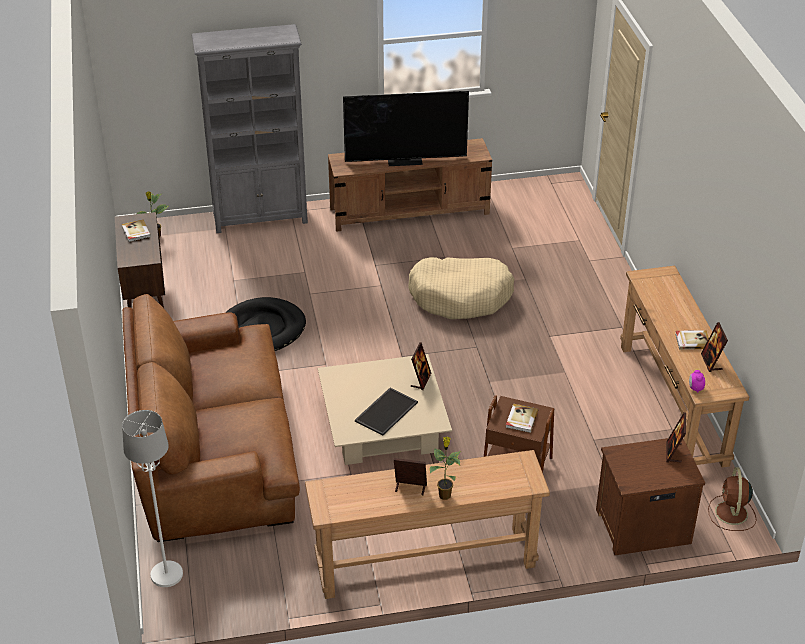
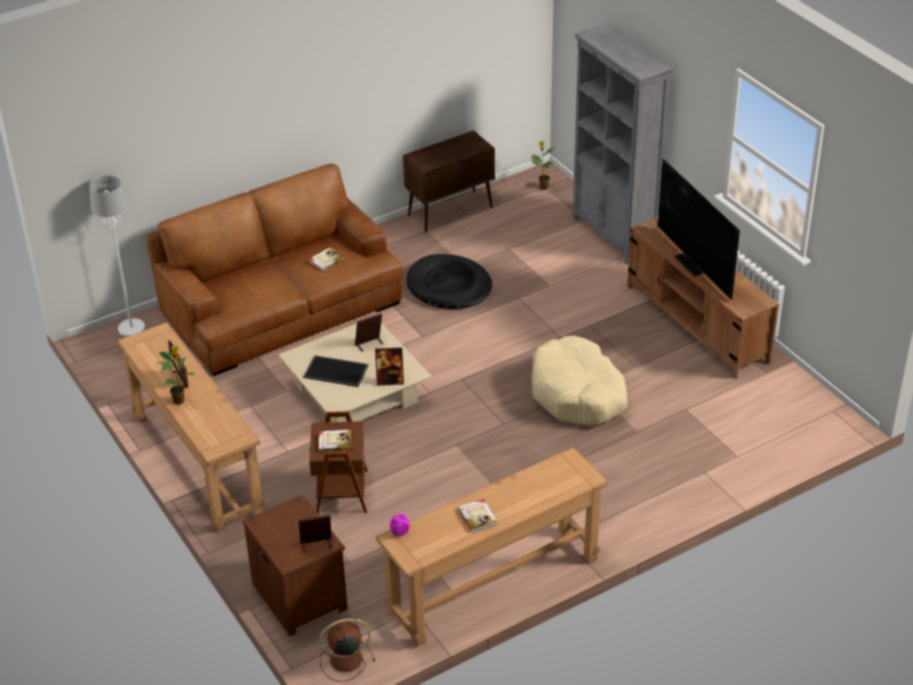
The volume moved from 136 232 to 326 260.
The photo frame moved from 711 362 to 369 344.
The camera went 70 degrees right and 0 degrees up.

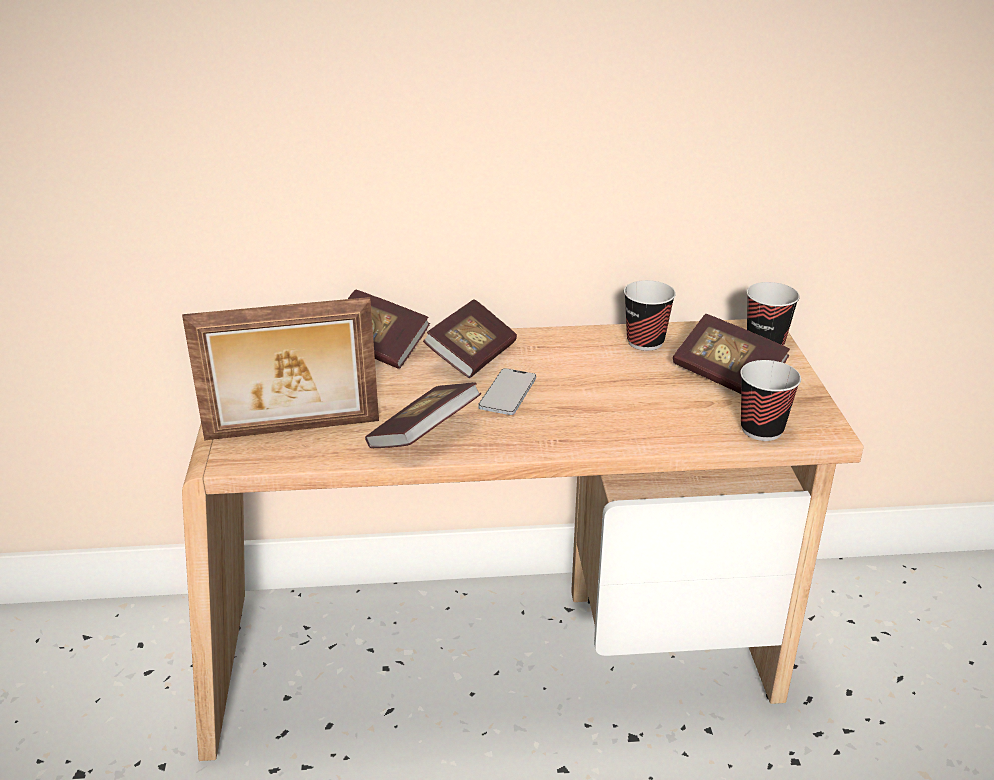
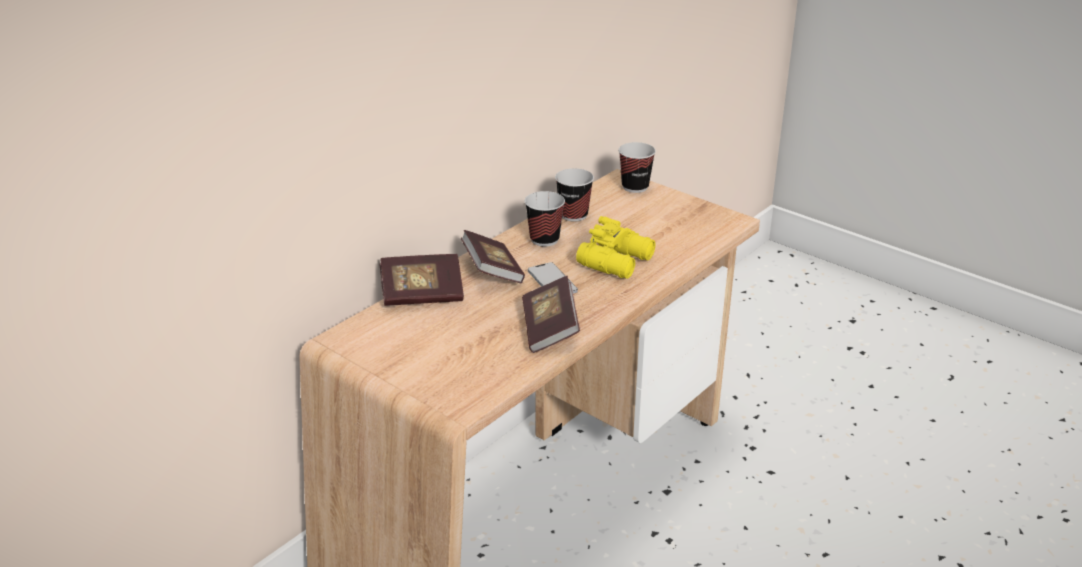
The drinking cup moved from 761 429 to 544 239.
The binoculars (yellow-coloured) at 618 261 appeared.
The photo frame at 293 431 disappeared.
The volume at 727 375 disappeared.
The camera went 45 degrees left and 0 degrees up.

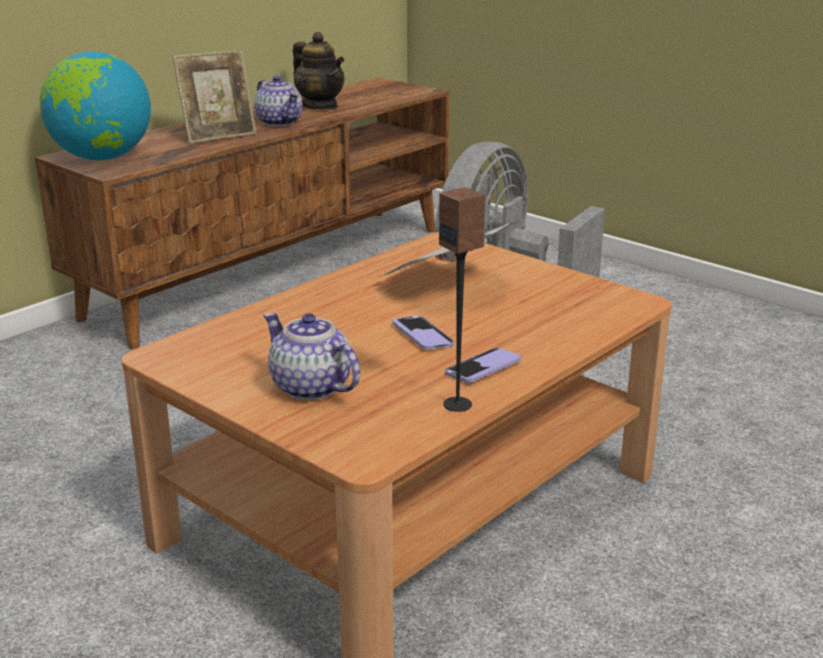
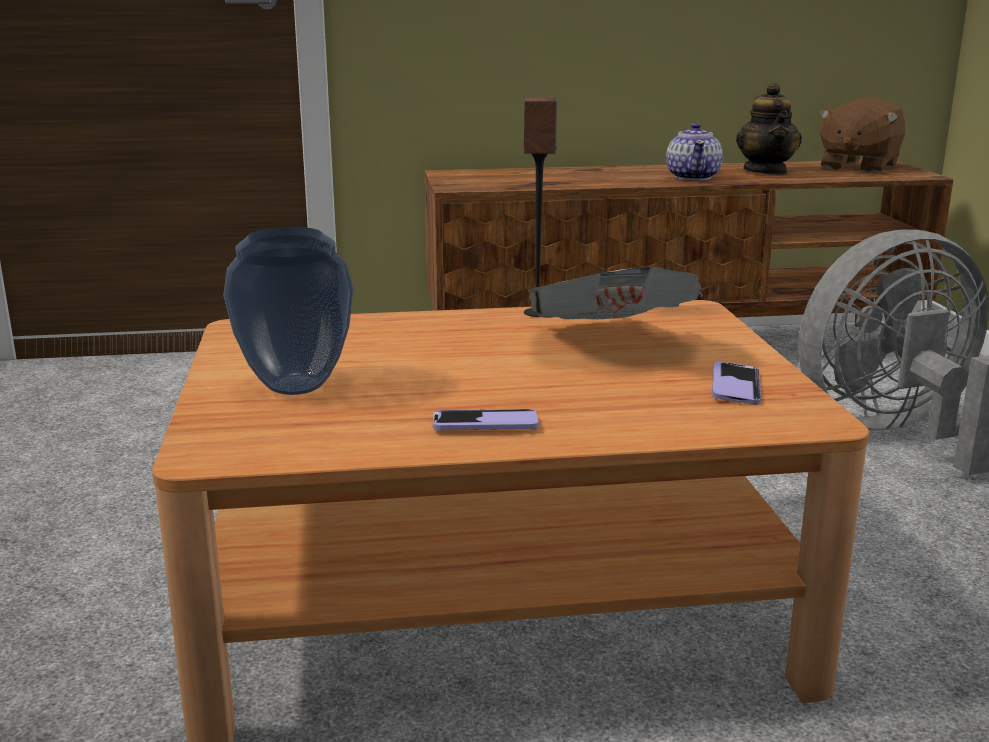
The pot for tea at 311 388 was replaced by the vase at 294 387.
The audio speaker moved from 458 404 to 537 313.
The telephone moved from 422 335 to 735 386.
The plush toy (brownish) at 857 167 appeared.
The globe at 102 158 disappeared.
The photo frame at 218 136 disappeared.
The camera went 40 degrees right and 5 degrees down.

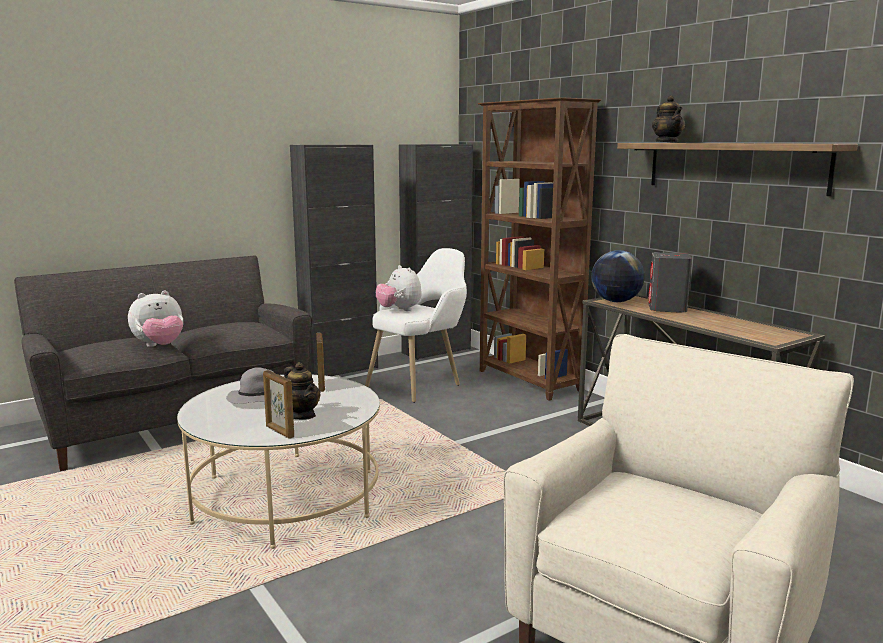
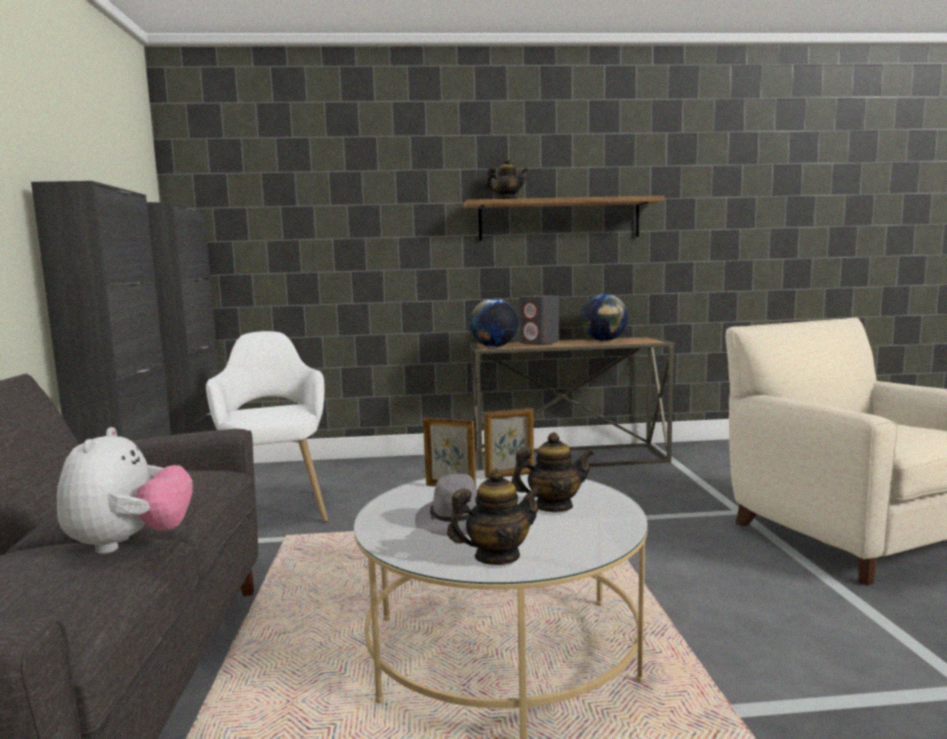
The pot for tea at 496 557 appeared.
The photo frame moved from 279 432 to 509 475.
The globe at 604 341 appeared.
The plush toy at 399 310 disappeared.
The bookshelf (brownish) at 528 381 disappeared.
The camera went 60 degrees left and 5 degrees down.

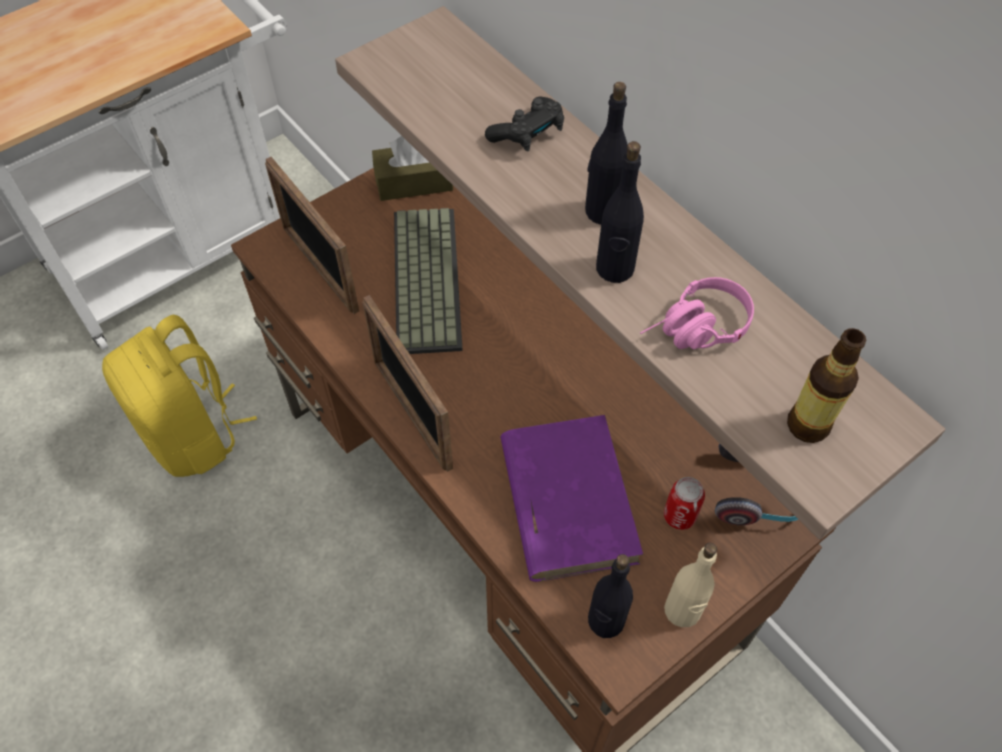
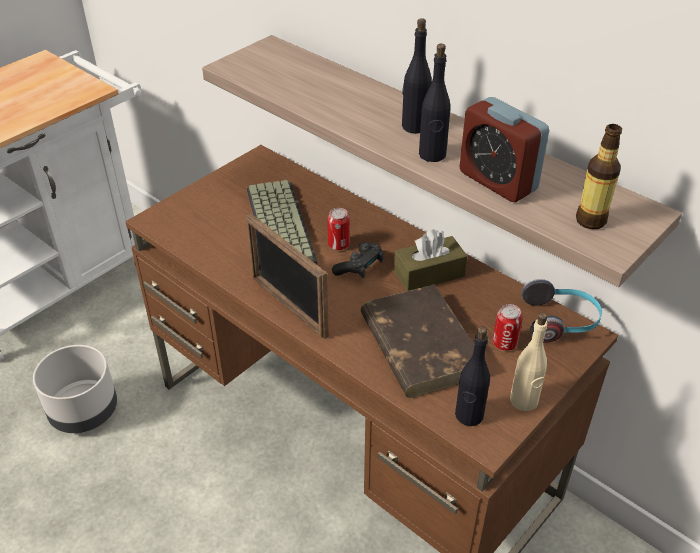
The backpack (yellow-coloured) at 193 434 was replaced by the plant pot (grey) at 85 412.
The can at 338 244 appeared.
The gamepad (blackish) moved from 528 134 to 360 267.
The volume (purplish) at 567 499 became the volume (brownish) at 419 344.
The tissue box (brownish) moved from 414 182 to 429 274.
The headphones (pinkish) at 694 331 was replaced by the table clock at 497 181.
The photo frame at 320 268 disappeared.
The camera went 10 degrees left and 15 degrees down.

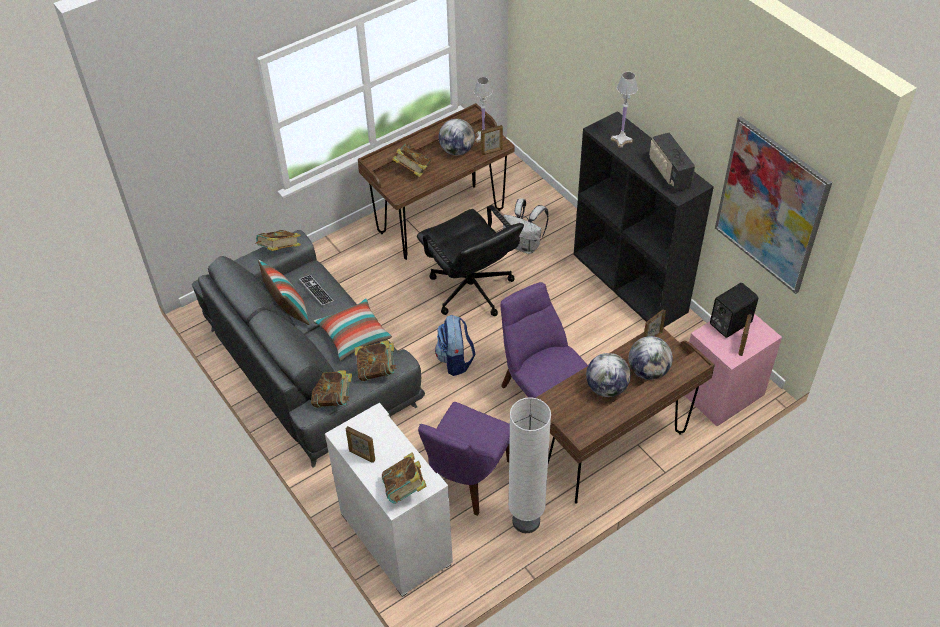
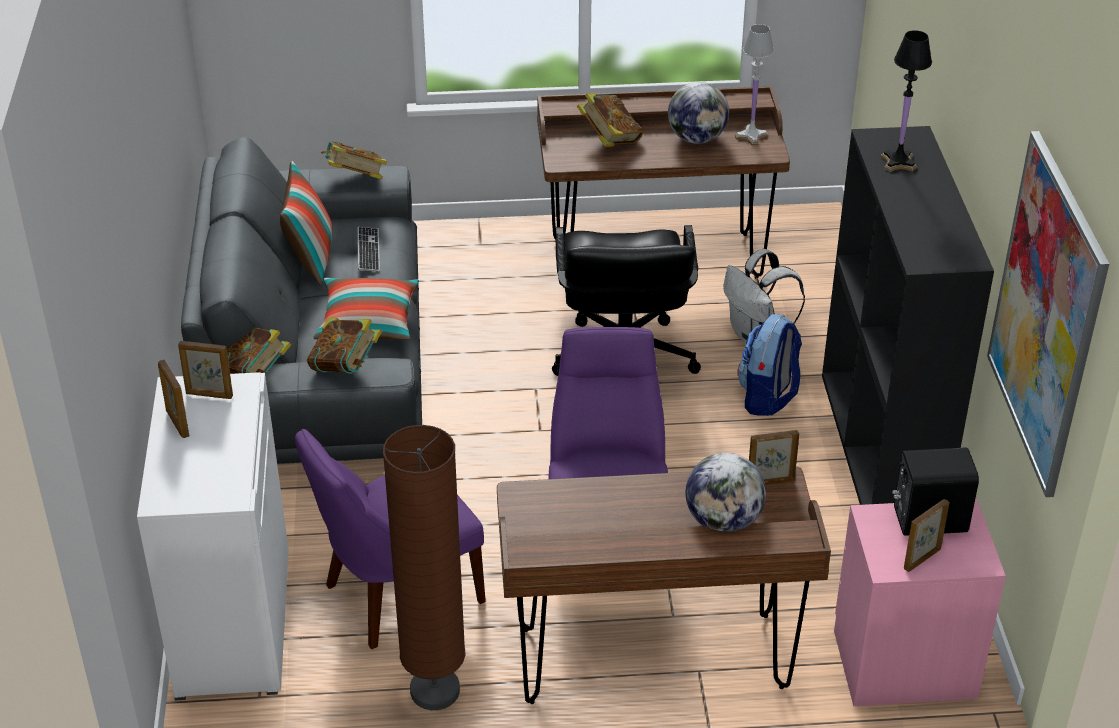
The photo frame moved from 492 151 to 209 395.
The floor lamp (white-coloured) at 526 521 became the floor lamp (brownish) at 434 691.
The backpack moved from 455 360 to 768 397.
The tabletop lamp (white-coloured) at 621 140 became the tabletop lamp (blackish) at 898 162.
The volume at 405 489 disappeared.
The globe at 606 388 disappeared.
The radio set at 669 174 disappeared.
The camera went 30 degrees right and 10 degrees down.

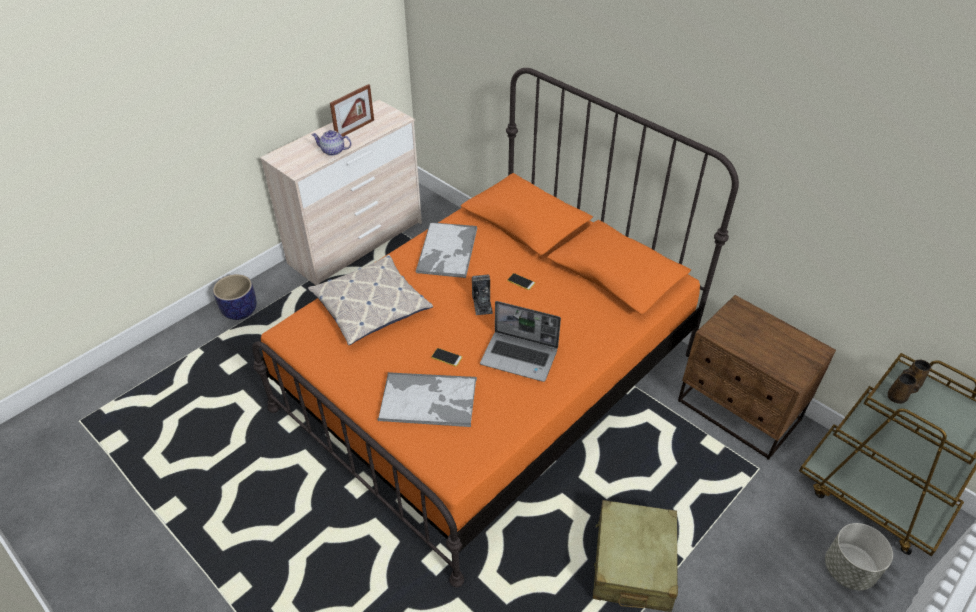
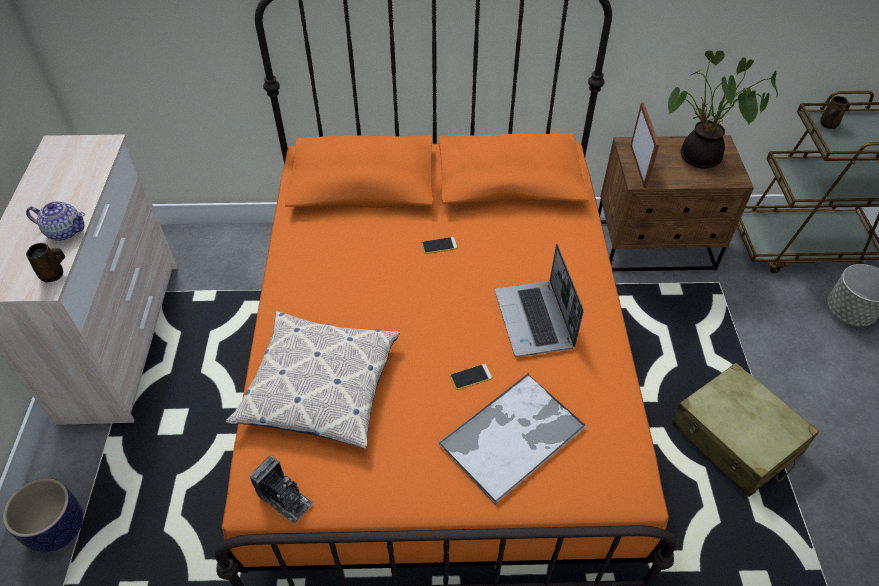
The pot for tea at 333 151 turned 135 degrees counterclockwise.
The mug (brownish) moved from 897 397 to 54 274.
The still camera moved from 482 303 to 285 498.
The notebook computer at 520 357 turned 105 degrees clockwise.
The photo frame moved from 355 129 to 638 166.
The houseplant at 697 159 appeared.
The serving tray at 447 251 disappeared.
The camera went 45 degrees left and 5 degrees up.

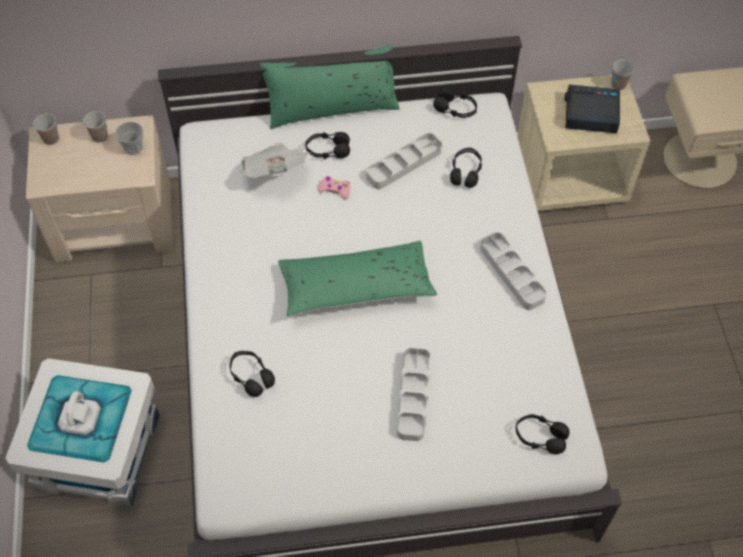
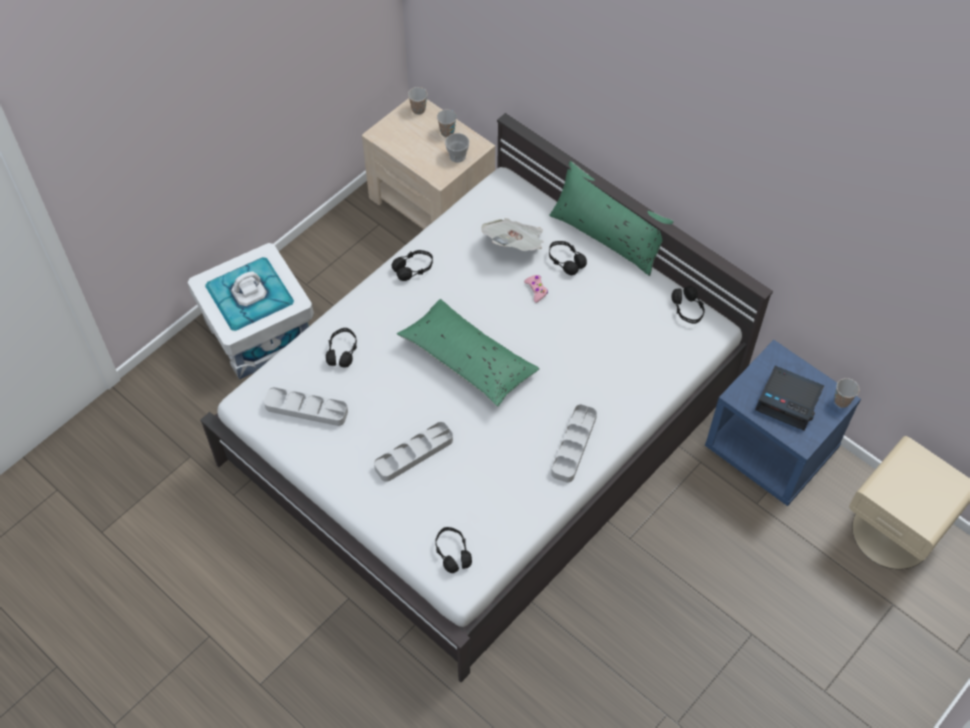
The serving tray (grey) moved from 403 164 to 306 409.
The headphones (blackish) moved from 465 172 to 413 269.
The night table (beige) at 571 176 became the night table (blue) at 771 450.
The table clock at 590 114 turned 150 degrees clockwise.
The camera went 50 degrees right and 0 degrees up.

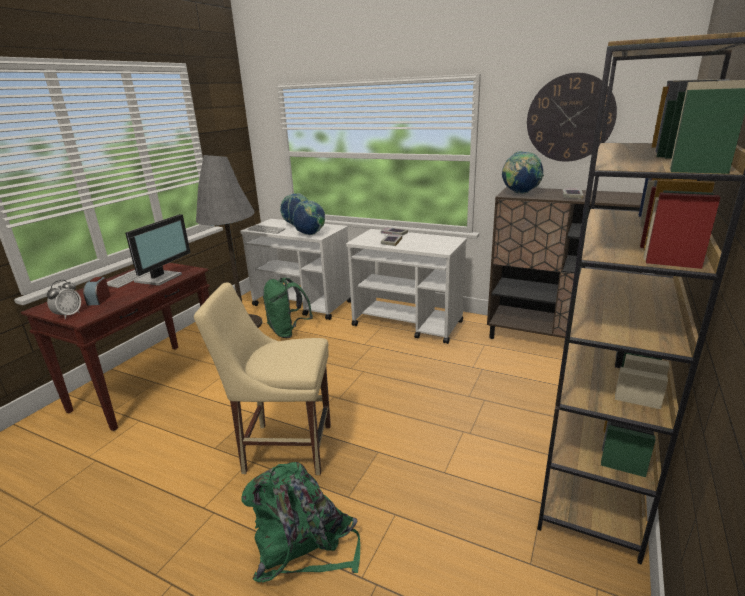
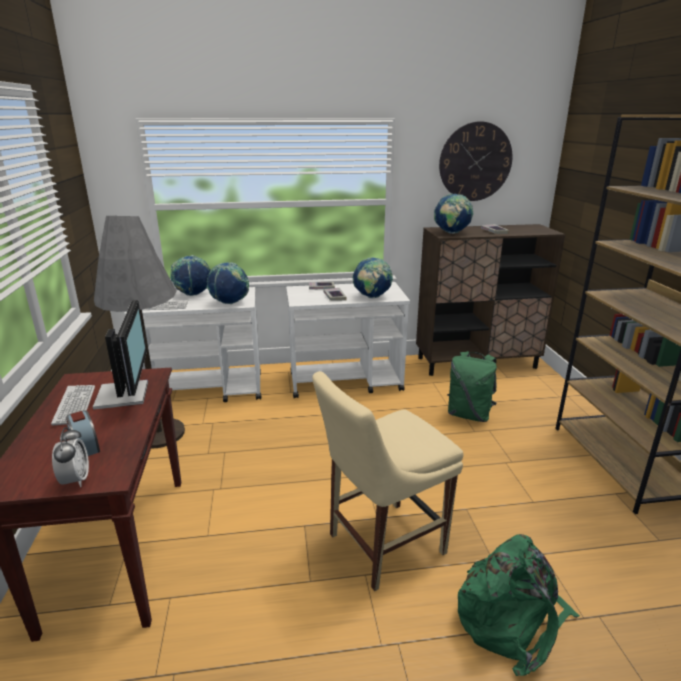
The globe at 371 297 appeared.
The backpack (green-coloured) moved from 288 332 to 469 414.
The camera went 35 degrees left and 0 degrees up.

